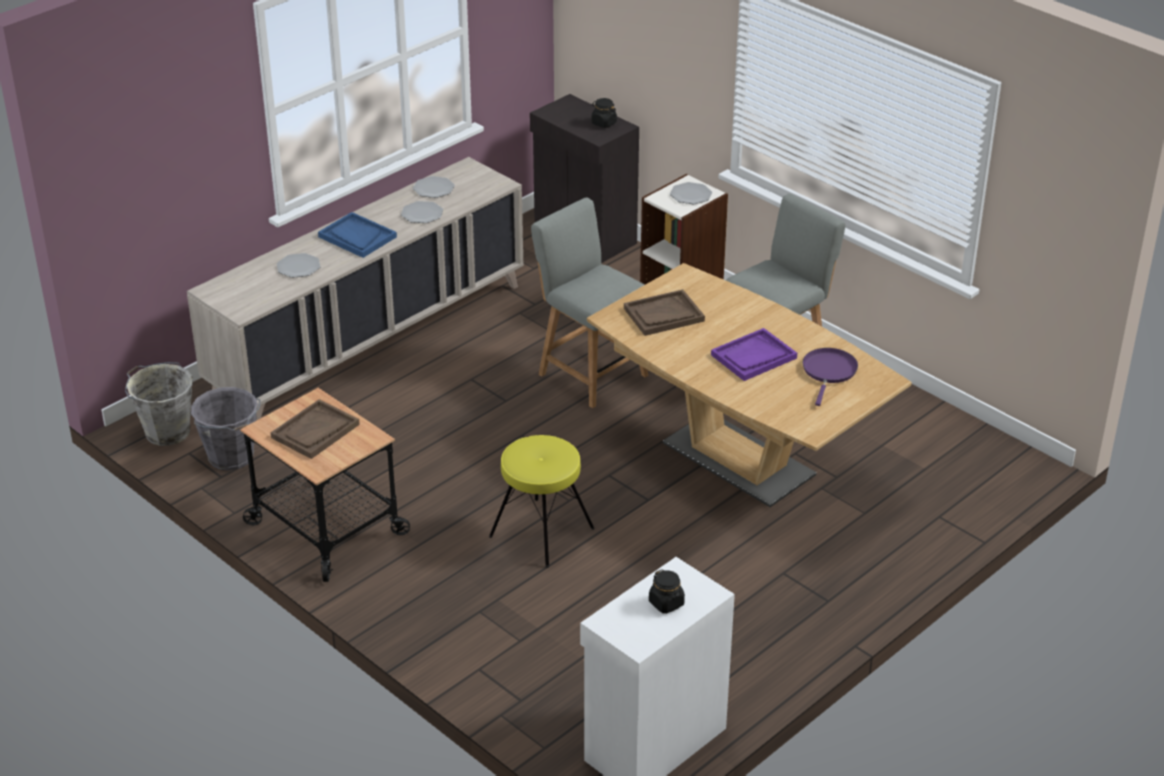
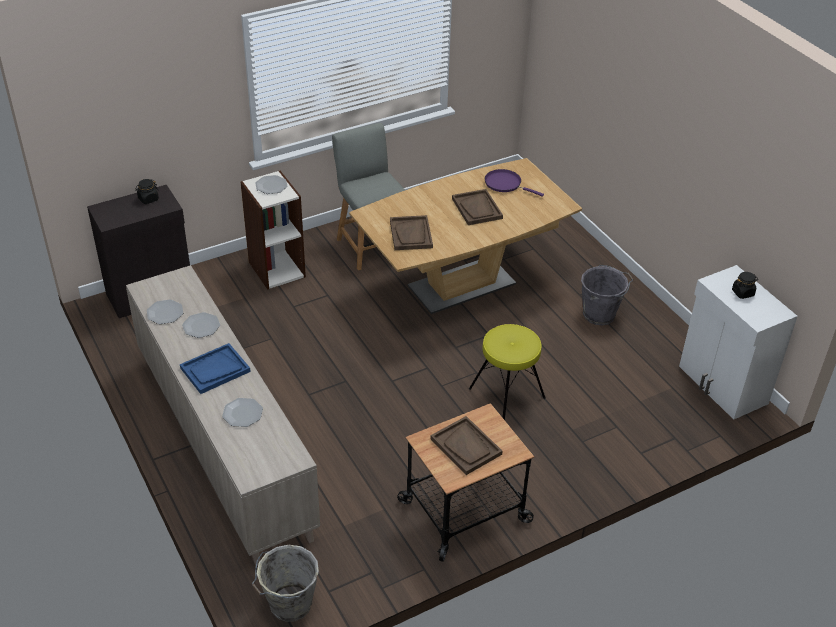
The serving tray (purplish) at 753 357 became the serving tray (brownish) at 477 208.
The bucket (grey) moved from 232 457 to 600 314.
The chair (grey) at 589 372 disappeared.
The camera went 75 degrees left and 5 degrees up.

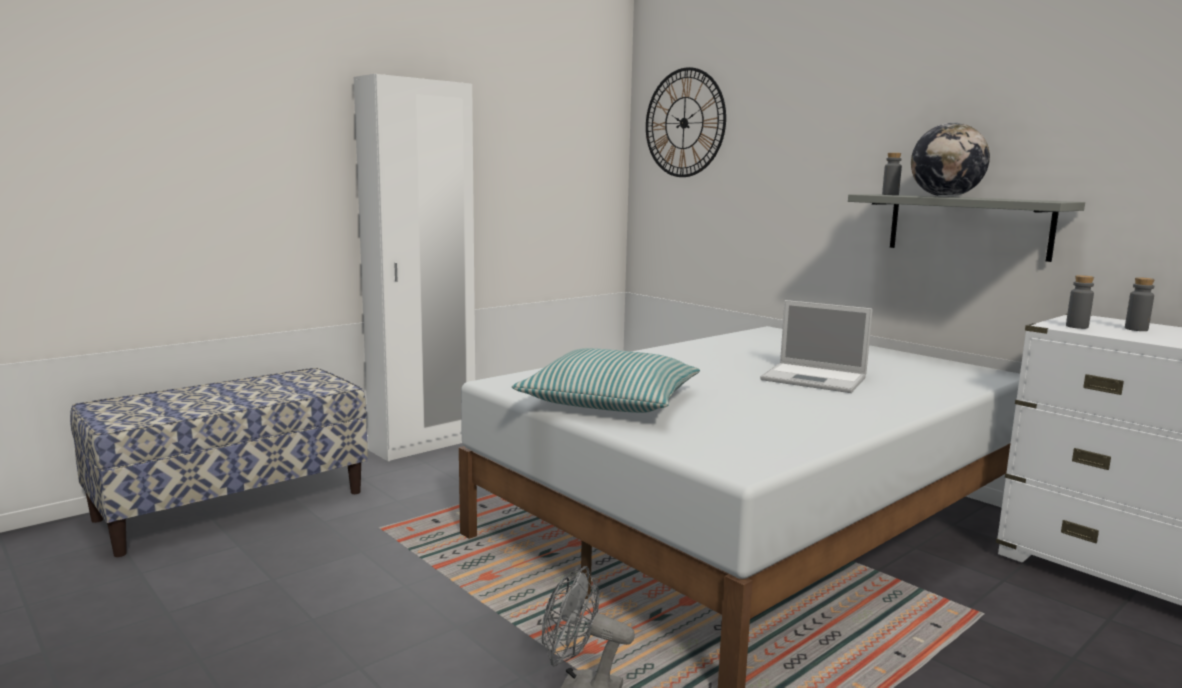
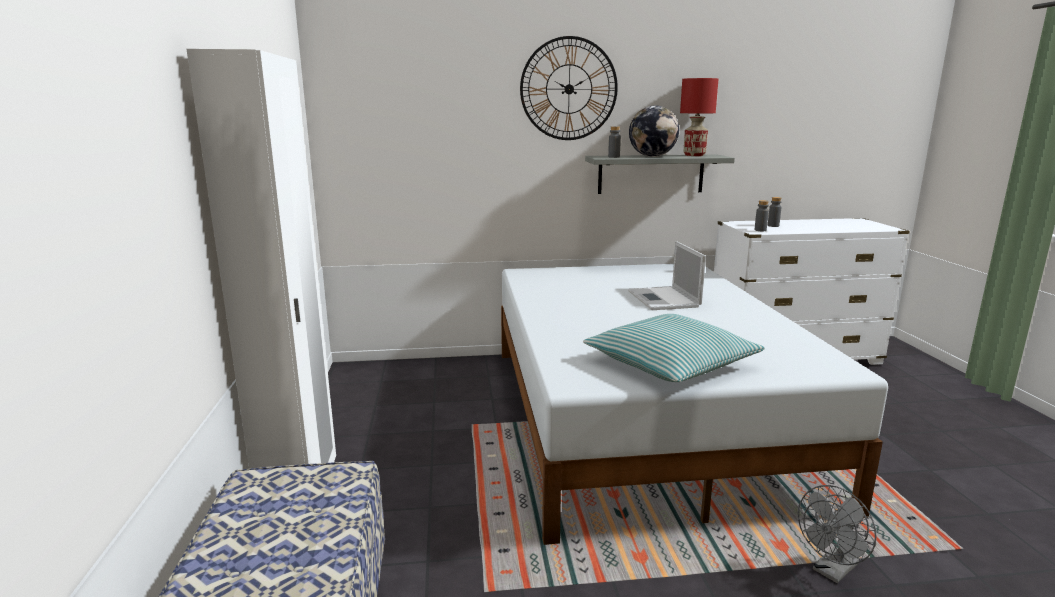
The hanging clock moved from 684 123 to 569 89.
The notebook computer at 816 379 turned 105 degrees clockwise.
The tabletop lamp (reddish) at 694 155 appeared.
The camera went 55 degrees left and 5 degrees up.

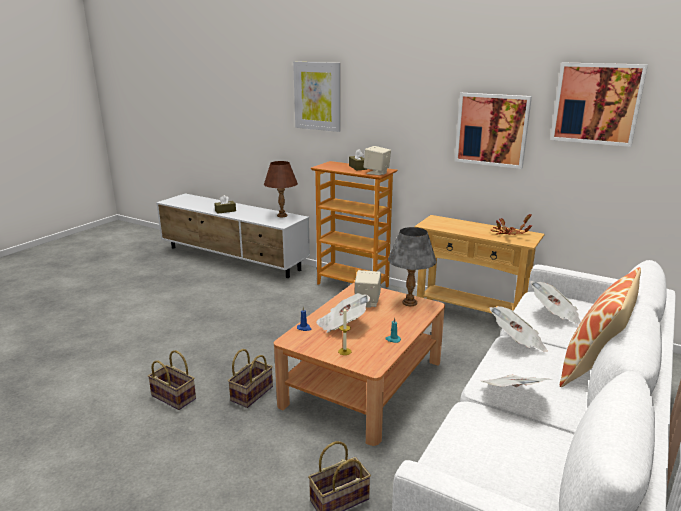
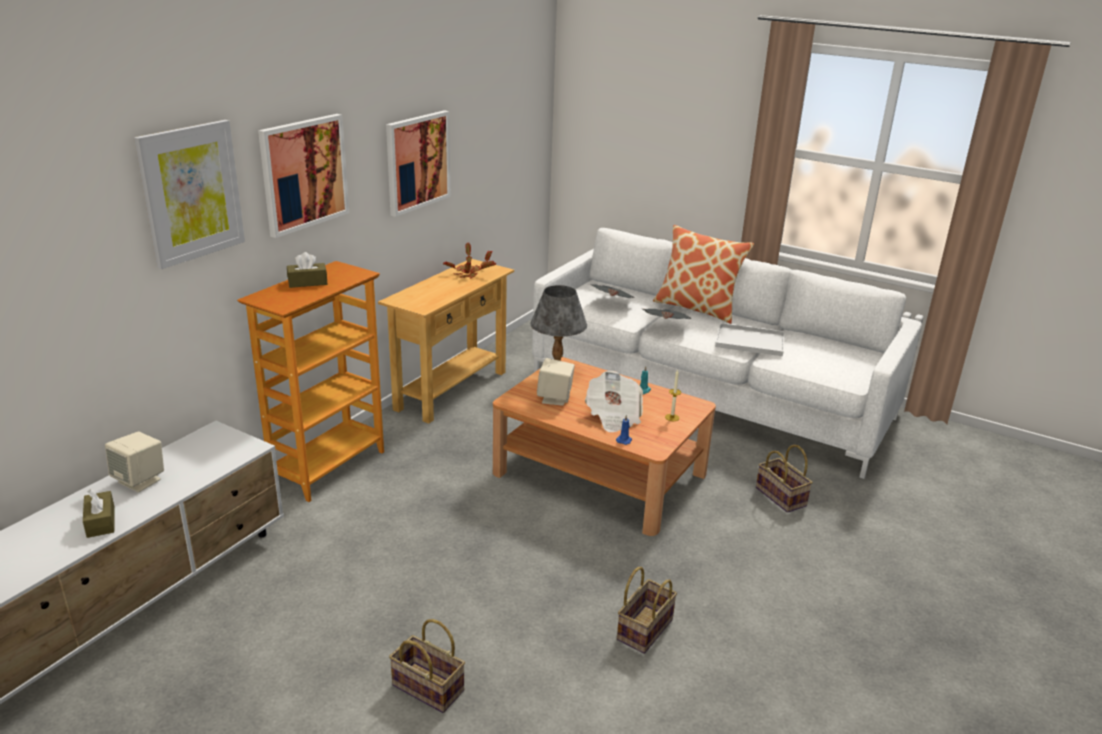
The audio speaker (beige) moved from 377 173 to 140 481.
The wall art moved from 596 103 to 304 174.
The basket moved from 252 393 to 425 688.
The newspaper at 512 395 was replaced by the serving tray (white-coloured) at 748 341.
The tabletop lamp (brownish) at 282 215 disappeared.
The camera went 90 degrees left and 5 degrees up.

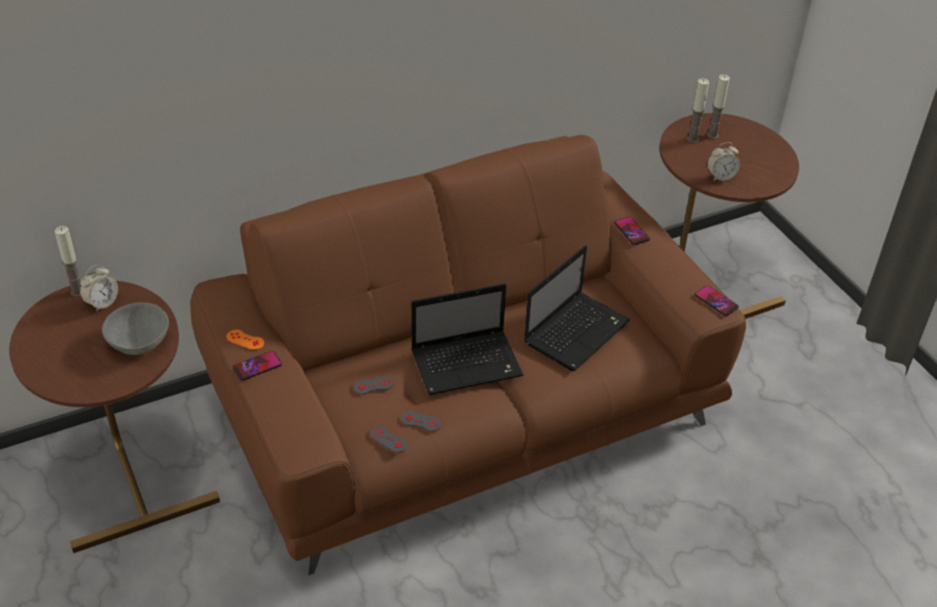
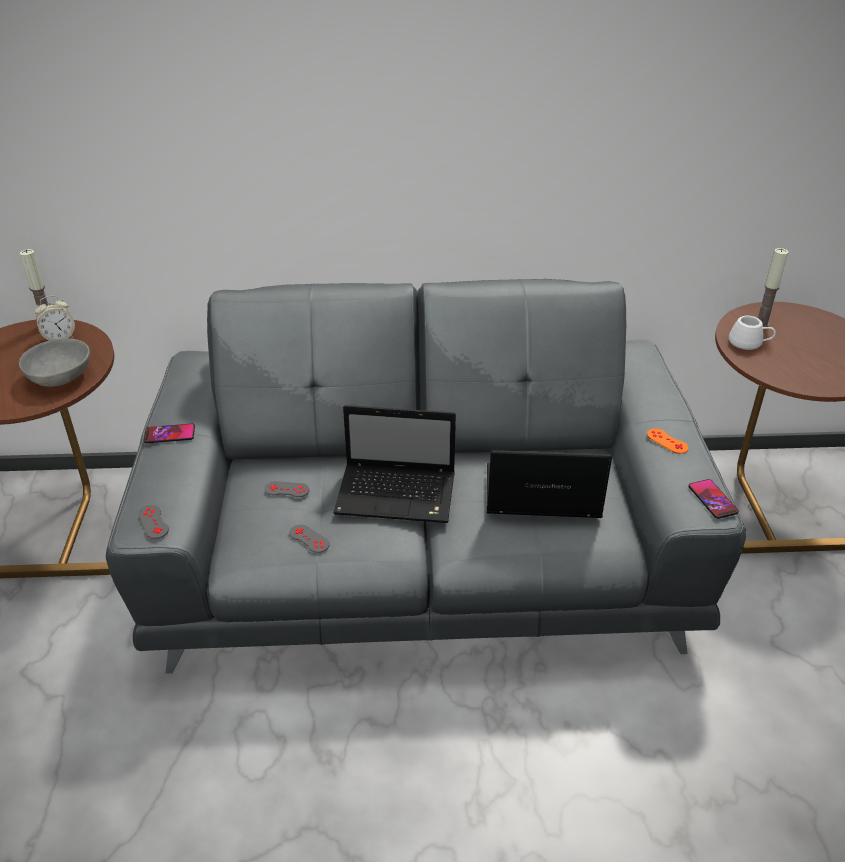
The couch (brownish) at 465 409 became the couch (grey) at 423 557.
The gamepad (grey) moved from 388 439 to 153 522.
The notebook computer at 577 331 turned 150 degrees counterclockwise.
The gamepad (orange-coloured) moved from 245 340 to 667 441.
The mug (white-coloured) at 749 343 appeared.
The telephone at 631 231 disappeared.
The wax light at 712 135 disappeared.
The table clock at 720 177 disappeared.
The camera went 25 degrees right and 5 degrees down.

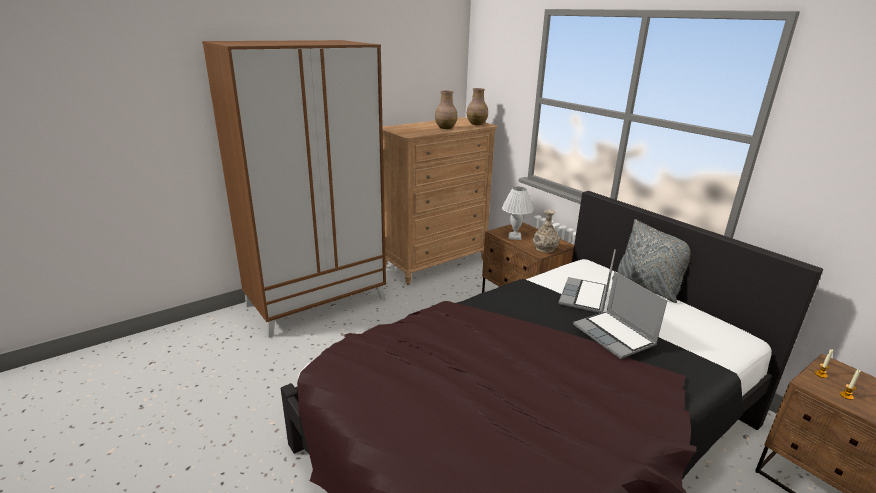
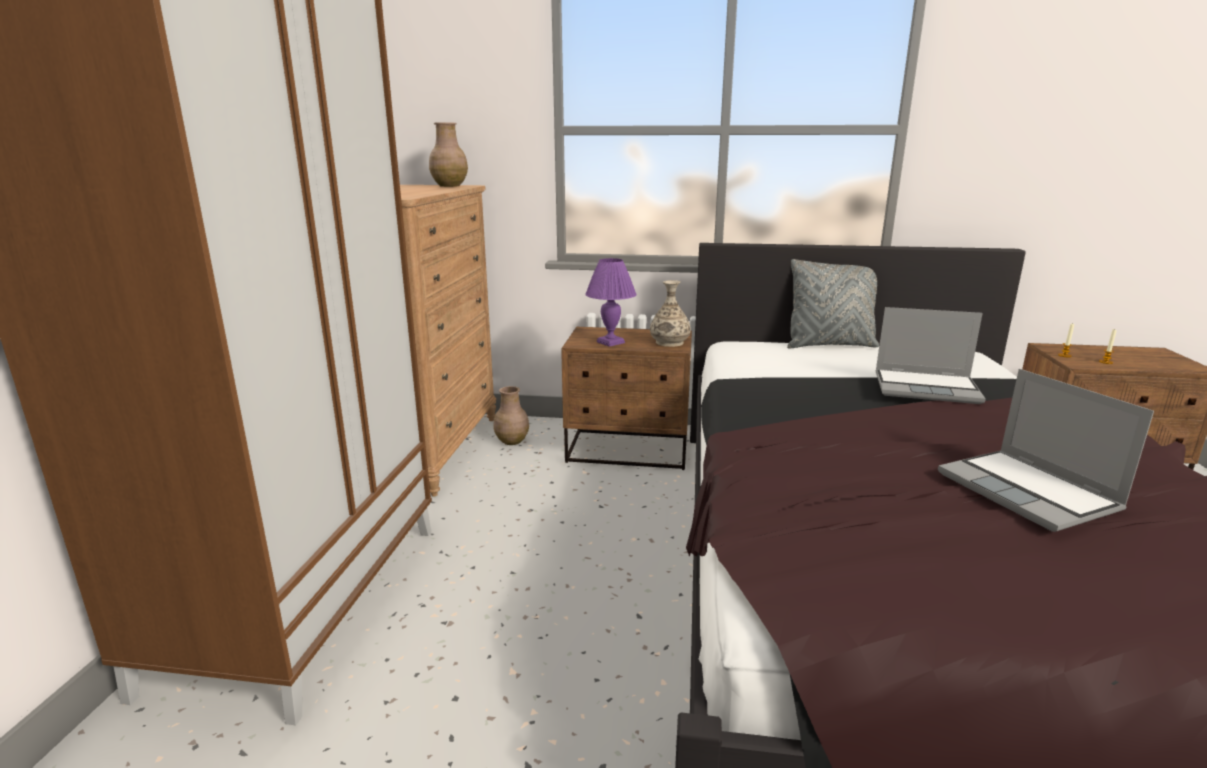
The vase (brownish) moved from 445 128 to 512 441.
The tabletop lamp (white-coloured) at 515 237 became the tabletop lamp (purplish) at 611 342.
The notebook computer moved from 585 297 to 1029 492.
The camera went 45 degrees left and 5 degrees down.

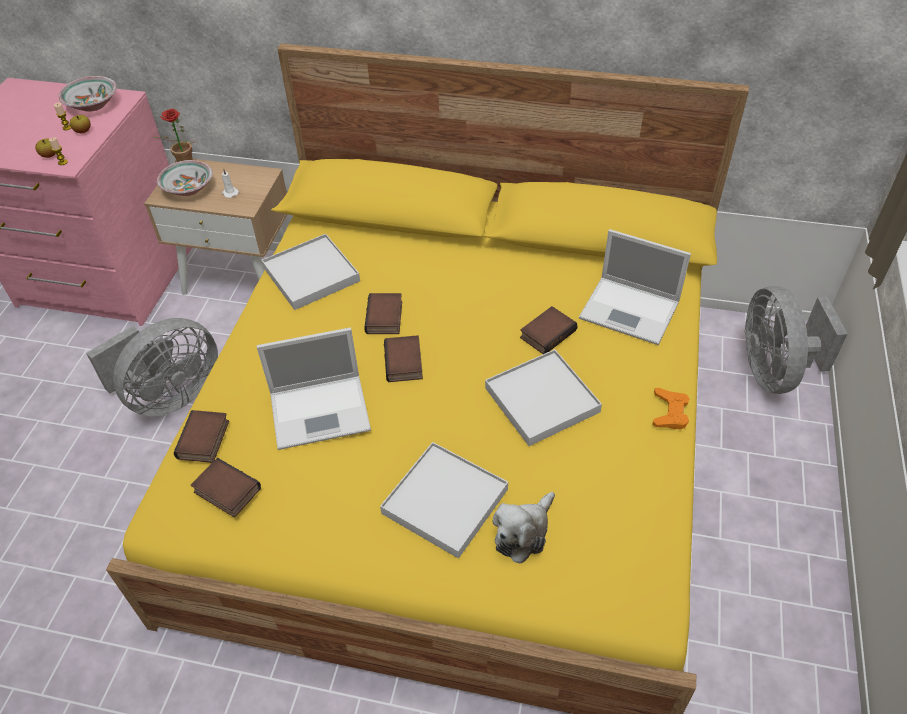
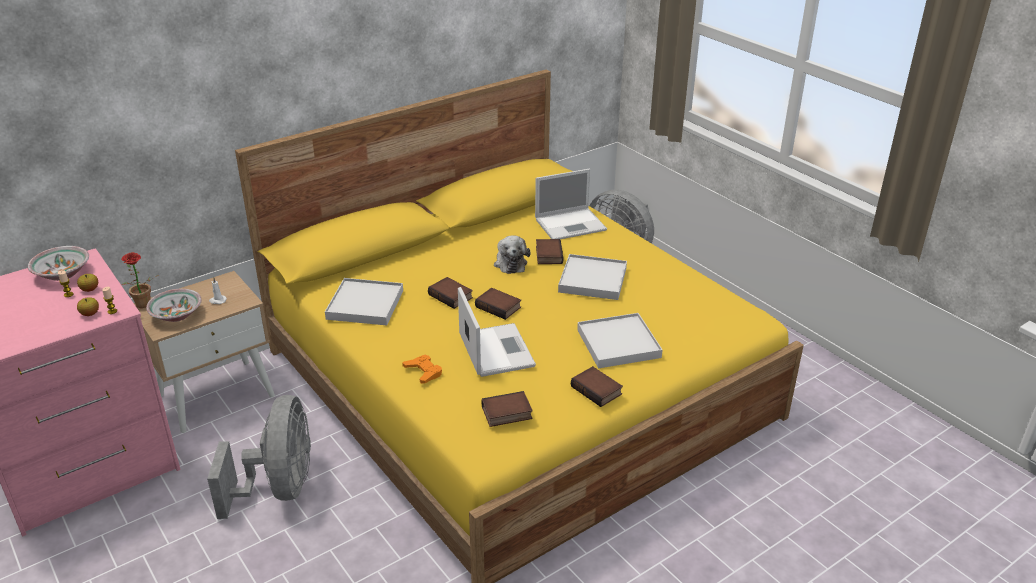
The gamepad (orange-coloured) moved from 670 412 to 423 372.
The notebook computer at 322 411 turned 45 degrees counterclockwise.
The plush toy moved from 523 533 to 510 263.
The volume moved from 205 440 to 597 390.
The camera went 50 degrees left and 15 degrees down.

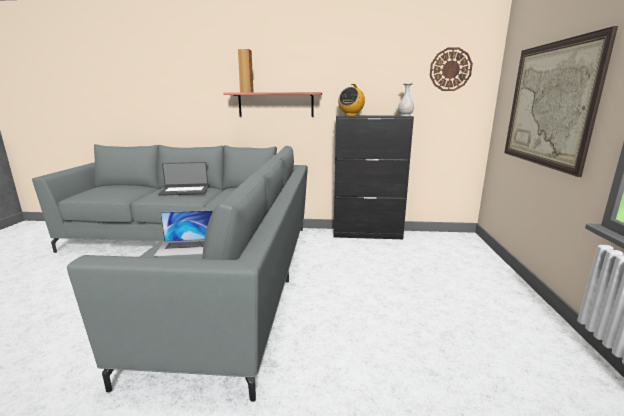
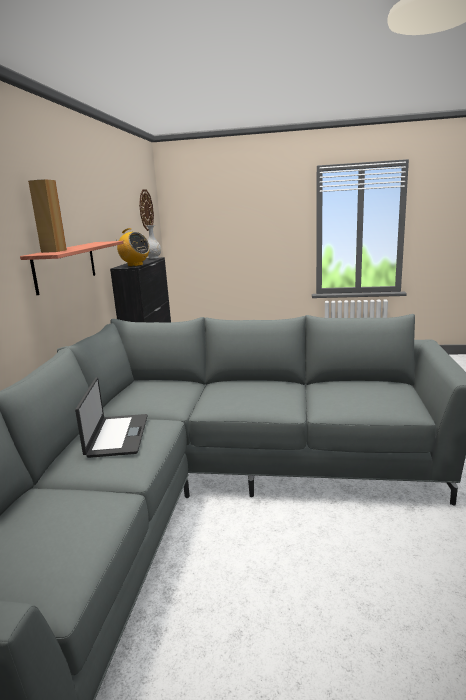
The notebook computer at 186 247 disappeared.
The wall art at 549 105 disappeared.
The camera went 85 degrees left and 0 degrees up.

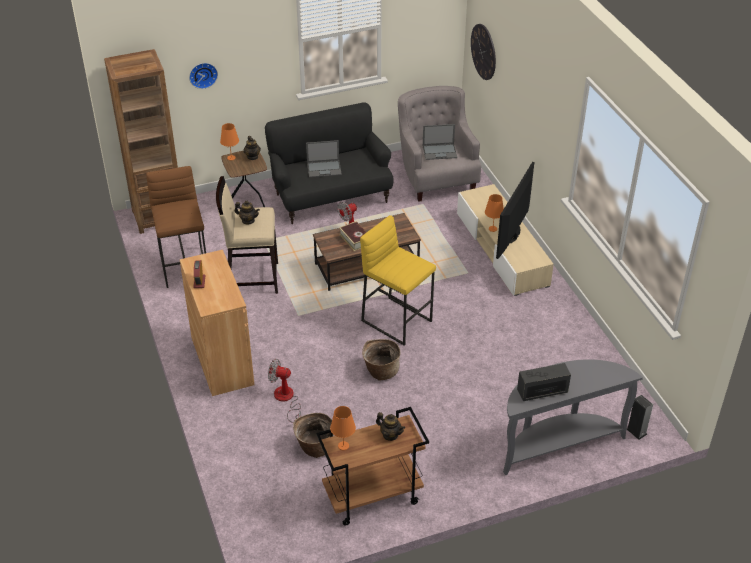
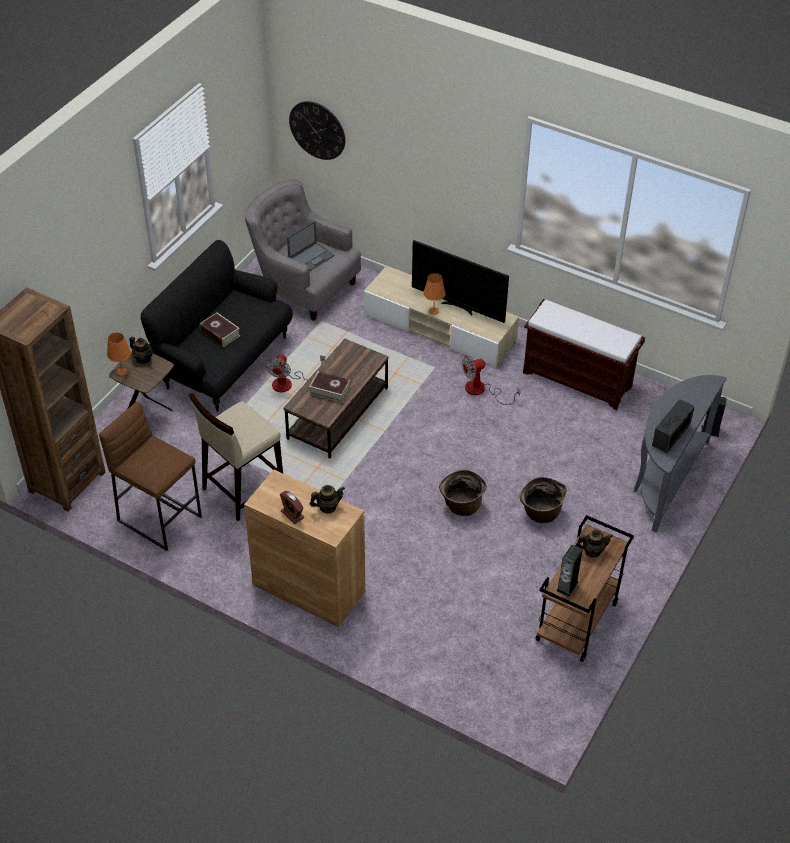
The notebook computer at 324 169 was replaced by the volume at 220 333.
The pot for tea moved from 248 221 to 327 507.
The TV at 514 235 turned 45 degrees counterclockwise.
The electric fan moved from 286 399 to 482 391.
The basket moved from 315 447 to 540 514.
The bench (brownish) at 578 379 appeared.
The tabletop lamp (orange-coloured) at 343 446 was replaced by the audio speaker at 567 586.
The hanging clock at 203 74 disappeared.
The sitting stool (yellow-coloured) at 397 320 disappeared.
The camera went 40 degrees left and 5 degrees up.

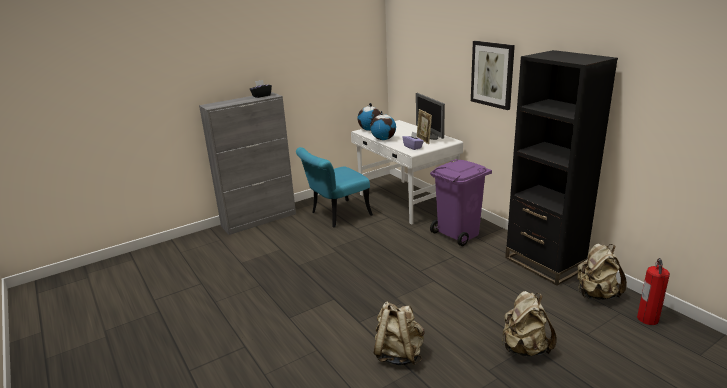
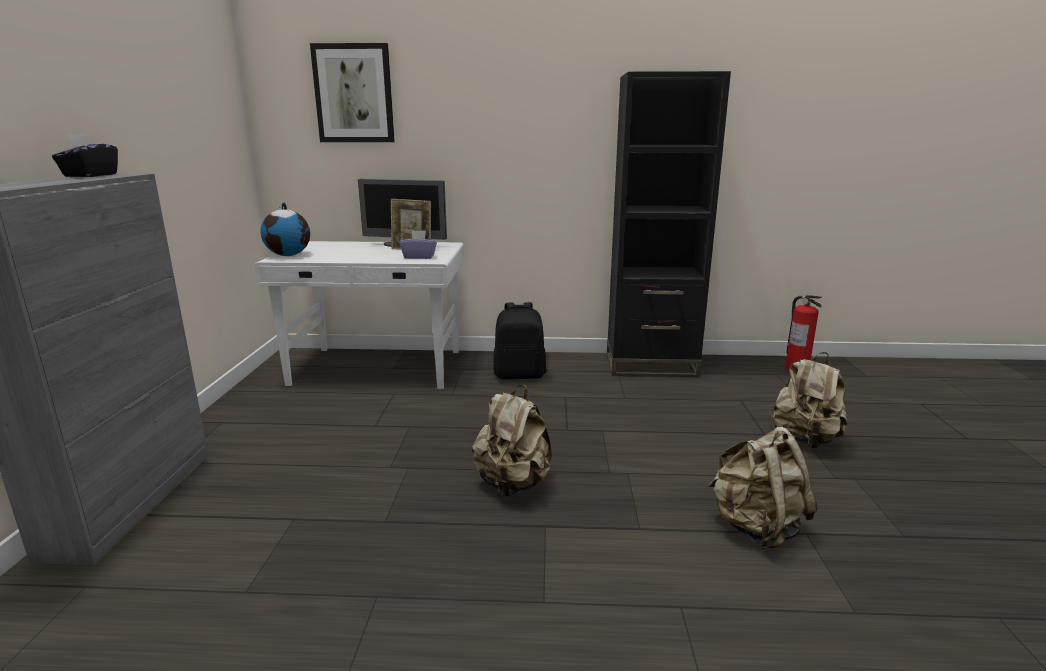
The wall art moved from 492 74 to 354 94.
The backpack (beige) moved from 596 294 to 513 484.
The rubbish bin (purplish) at 459 234 was replaced by the backpack (blackish) at 520 375.
The chair (blue-green) at 335 215 disappeared.
The globe at 383 139 disappeared.
The camera went 55 degrees left and 5 degrees down.

